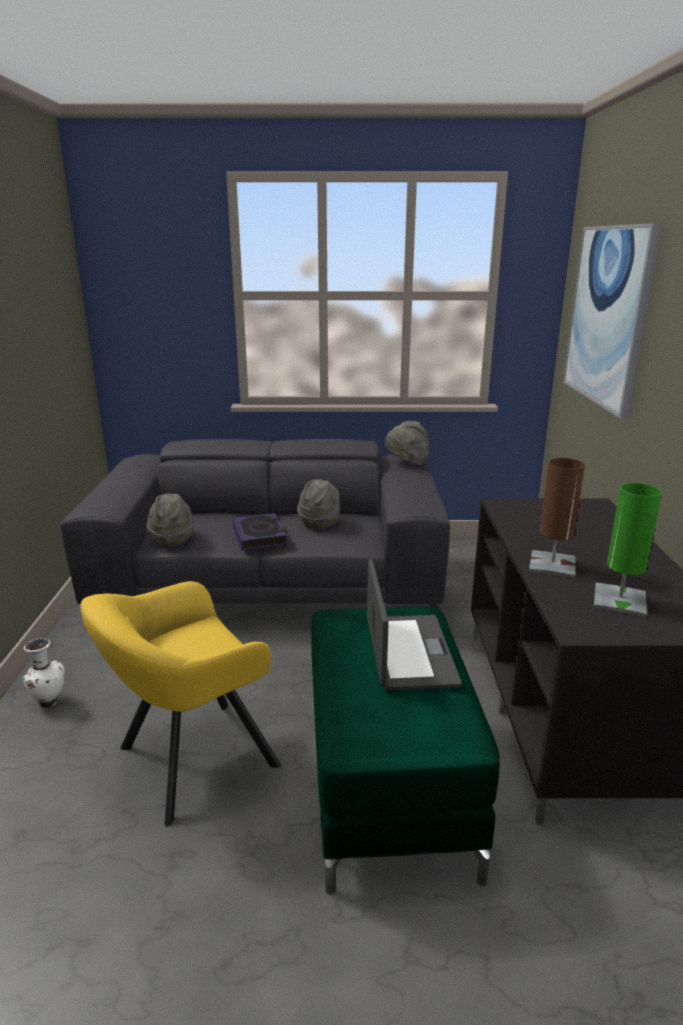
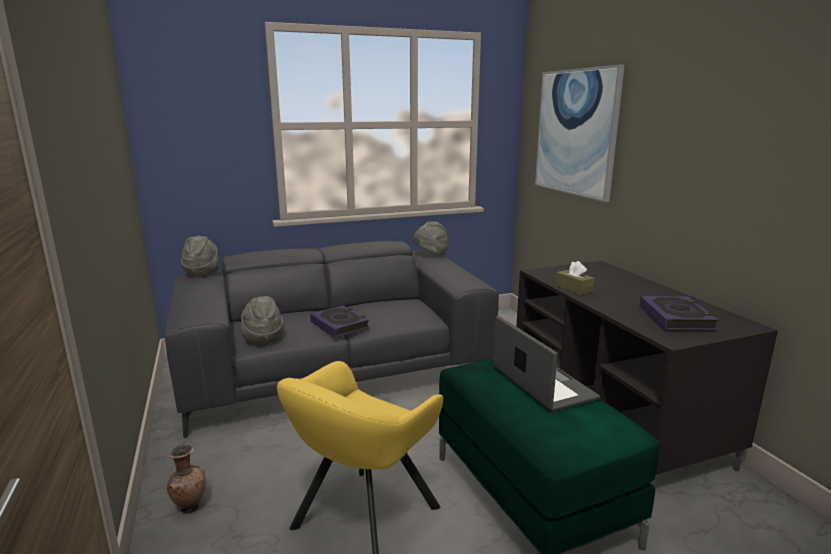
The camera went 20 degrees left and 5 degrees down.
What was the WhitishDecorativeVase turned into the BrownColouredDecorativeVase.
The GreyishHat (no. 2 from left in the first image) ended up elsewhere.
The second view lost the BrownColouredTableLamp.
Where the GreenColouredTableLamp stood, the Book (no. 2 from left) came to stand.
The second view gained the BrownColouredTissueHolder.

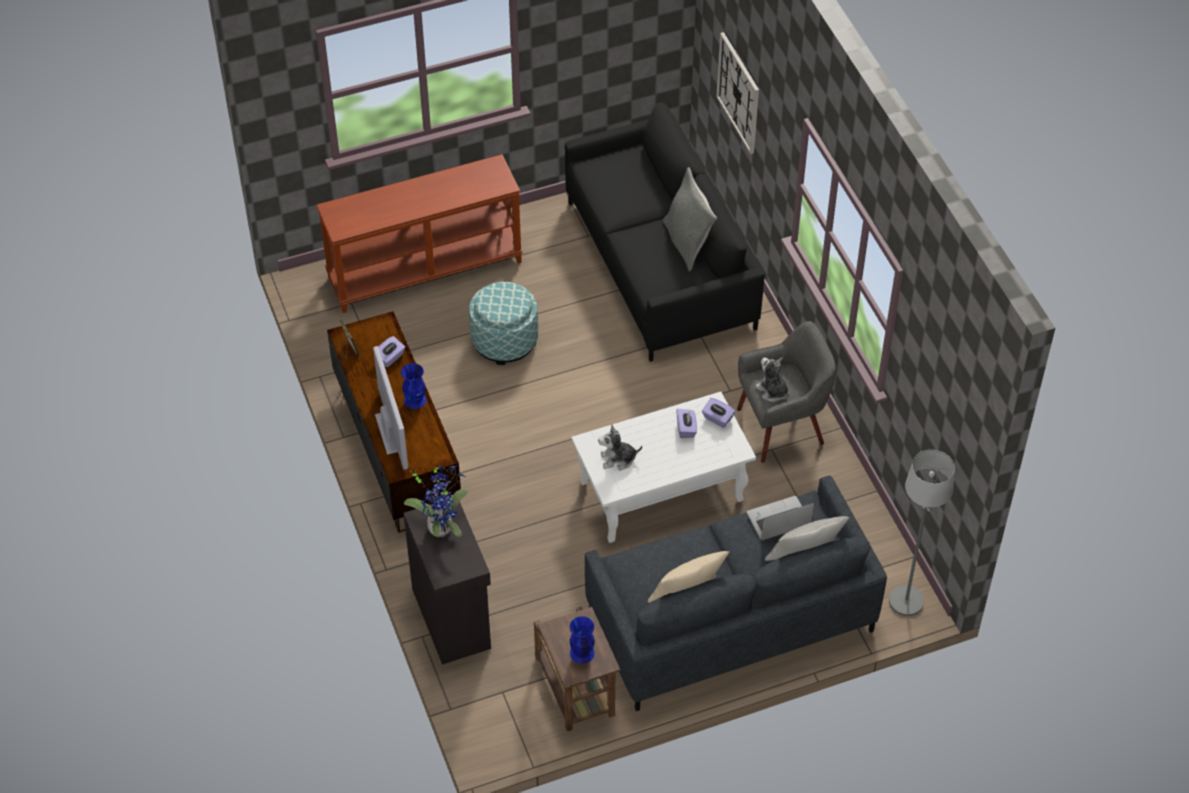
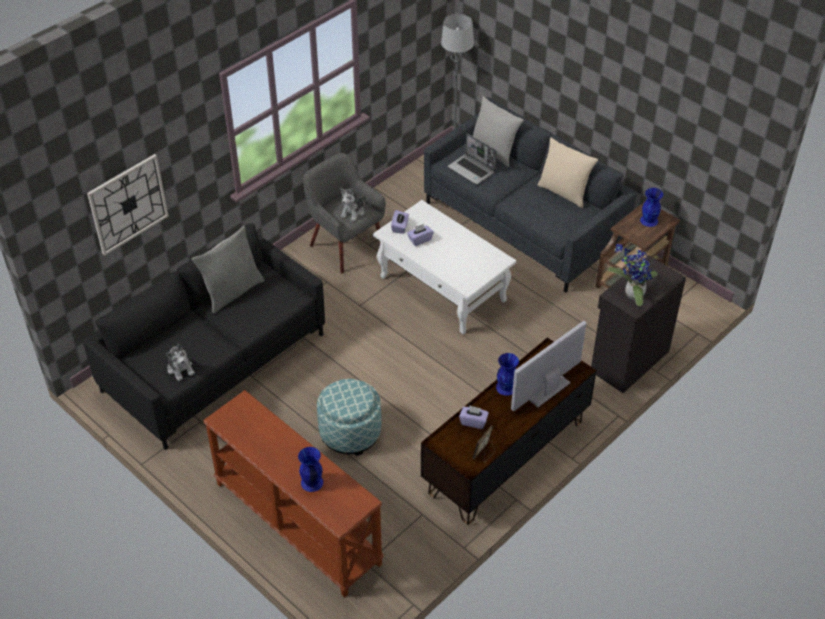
The camera went 115 degrees left and 5 degrees down.
The CuddlyToy (no. 1 from left) ended up elsewhere.
The second view gained the BlueDecorativeVase (no. 1 from left).

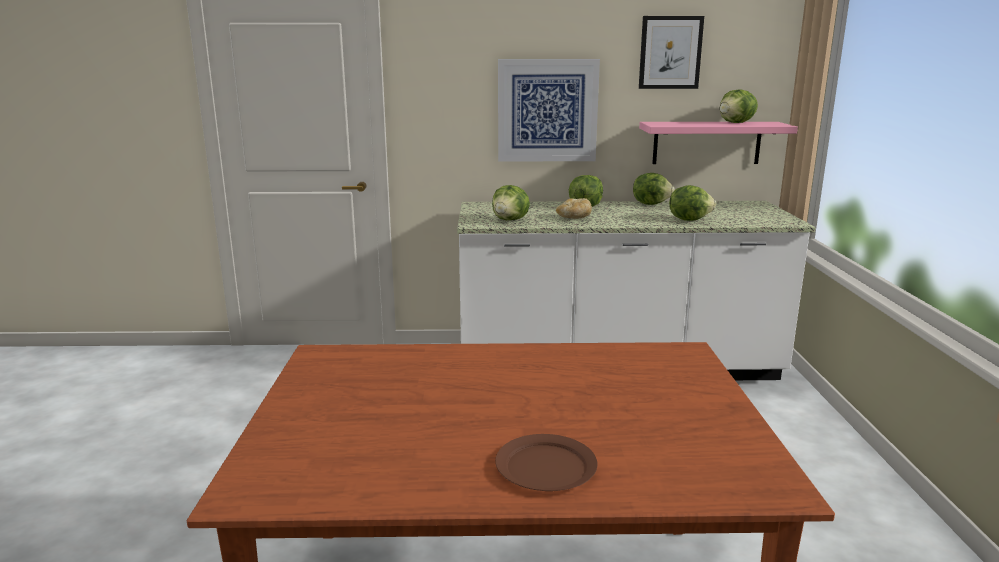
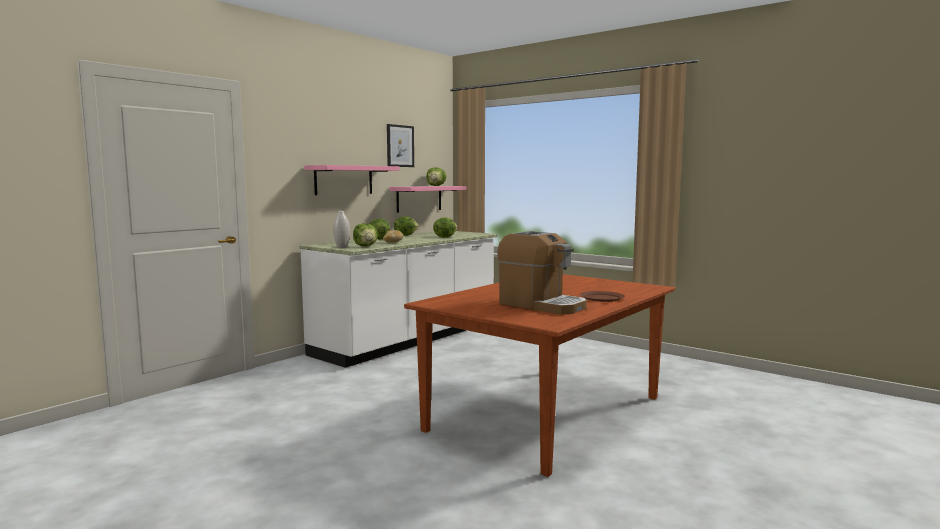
The camera went 50 degrees left and 10 degrees down.
Where the WallPicture (no. 1 from left) hung, the PinkColouredBracketShelf (no. 1 from left) came to hang.
The second view gained the WhitishDecorativeVase.
The second view gained the CoffeeMachine.

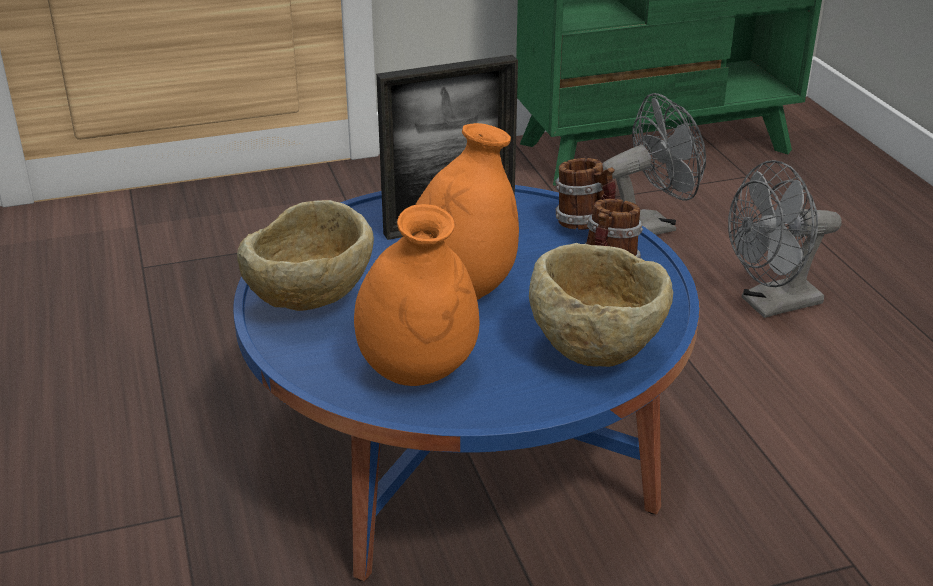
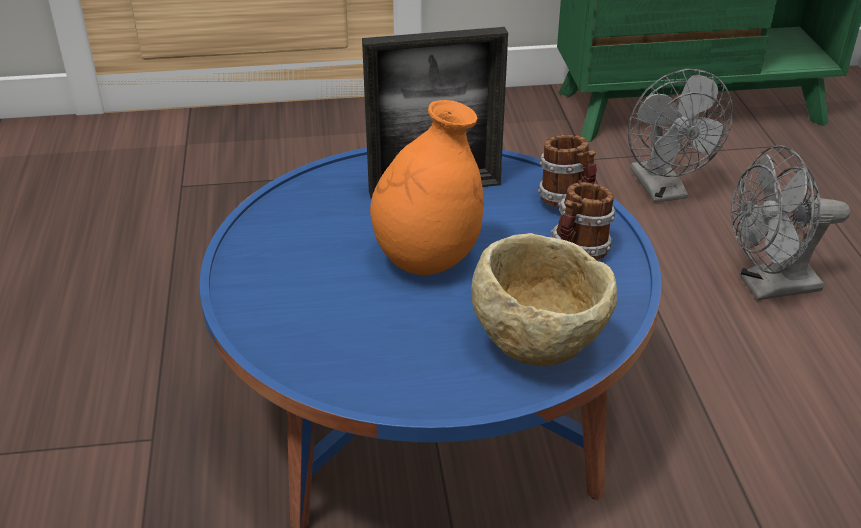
The camera went 10 degrees right and 5 degrees up.
The second view lost the SandColouredServingBowl (no. 1 from left).
The second view lost the OrangeDecorativeVase (no. 1 from left).
The GreyishElectricFan (no. 1 from left) ended up facing another way, 90 degrees clockwise from before.

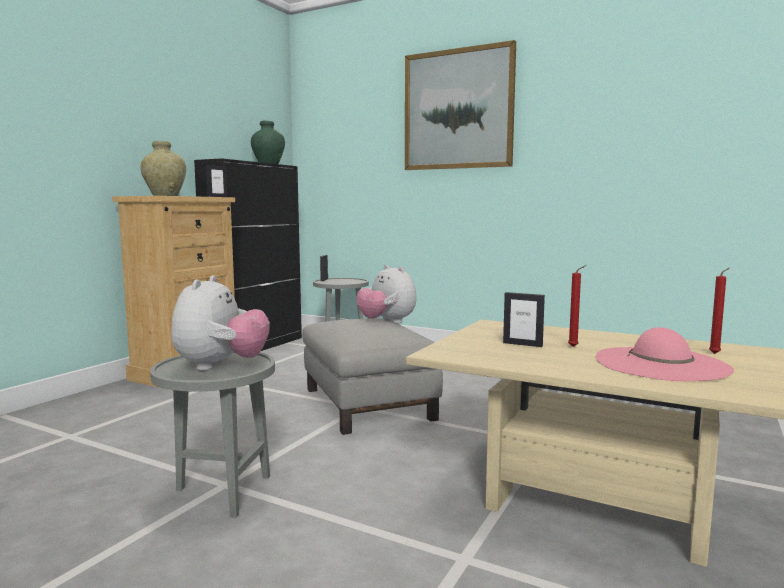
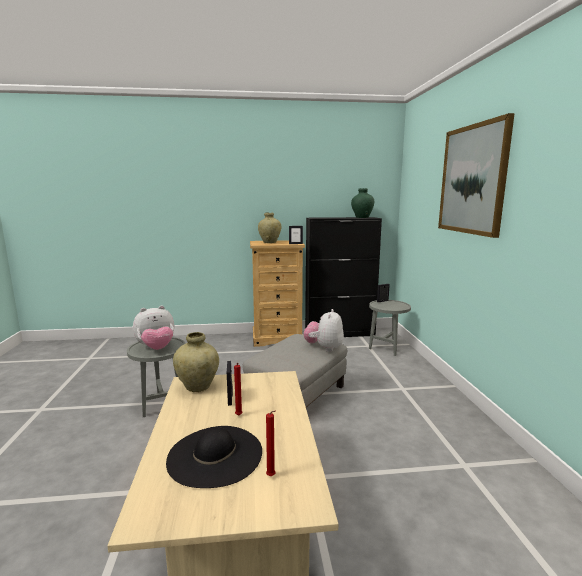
The camera went 55 degrees right and 5 degrees up.
What was the PinkColouredHat turned into the BlackHat.
The second view gained the SandColouredDecorativeVase (no. 1 from left).

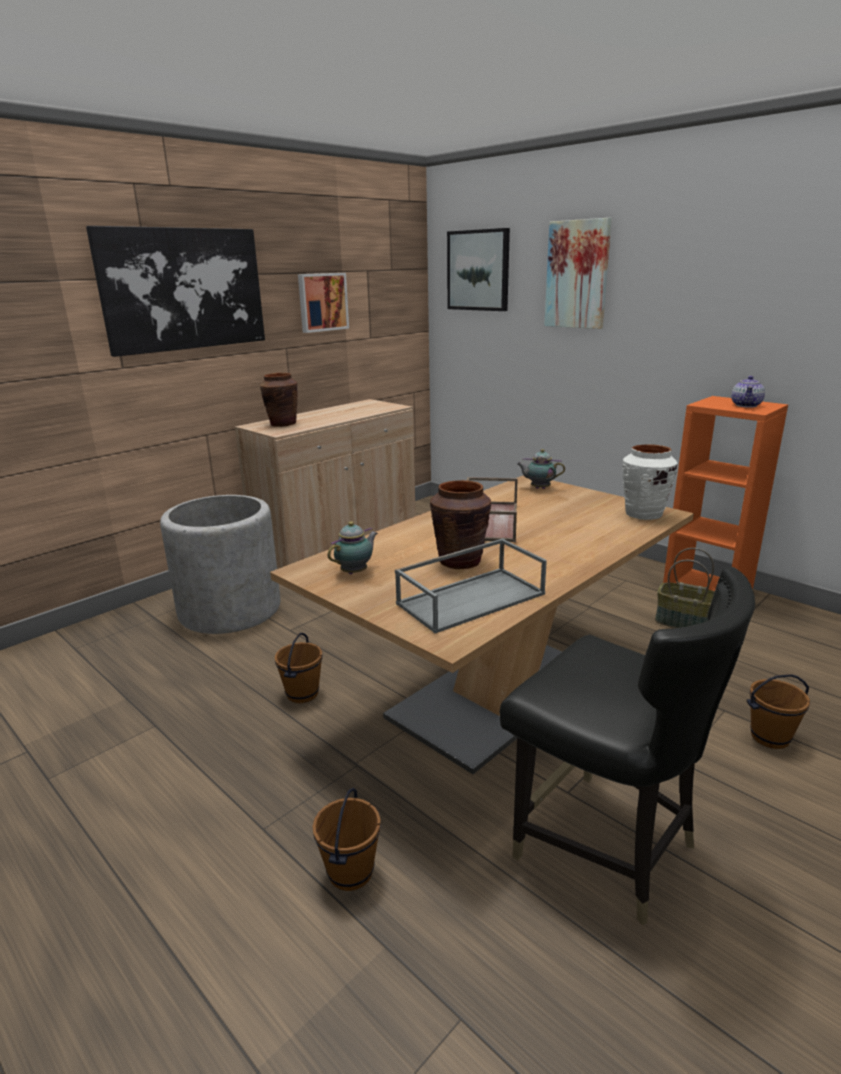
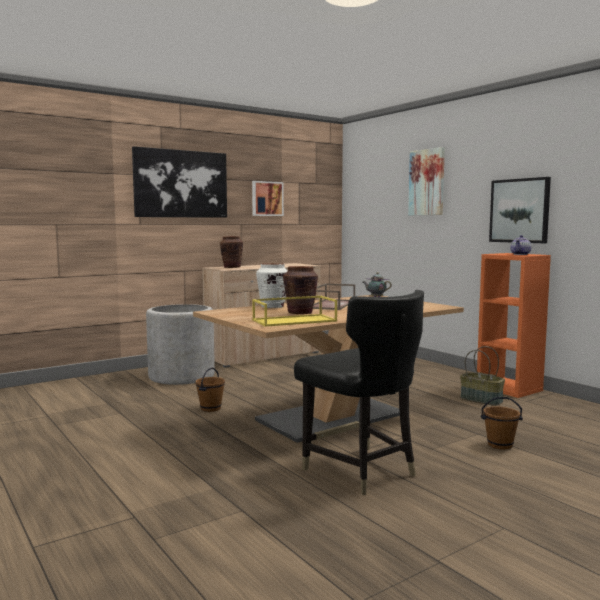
The camera went 10 degrees right and 15 degrees down.
The second view lost the BrownColouredWaterBucket (no. 2 from left).
The second view lost the TeaPot (no. 1 from left).
What was the GreyishServingTray turned into the YellowServingTray.
The WallPicture (no. 3 from left in the first image) ended up elsewhere.
The WhitishDecorativeVase ended up elsewhere.

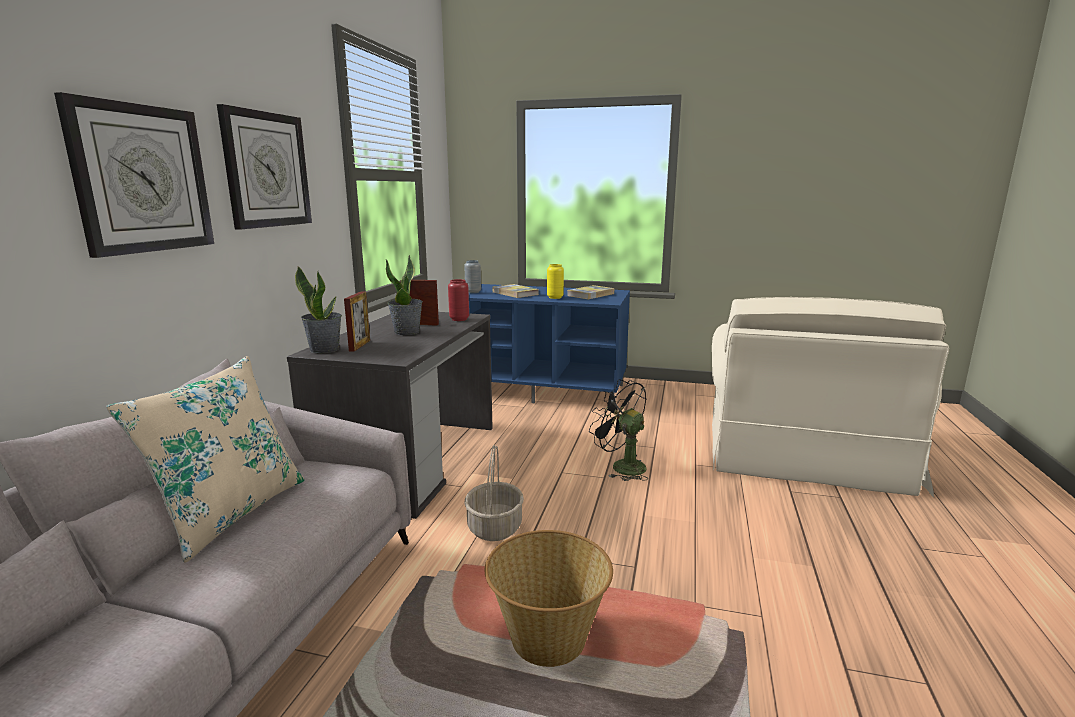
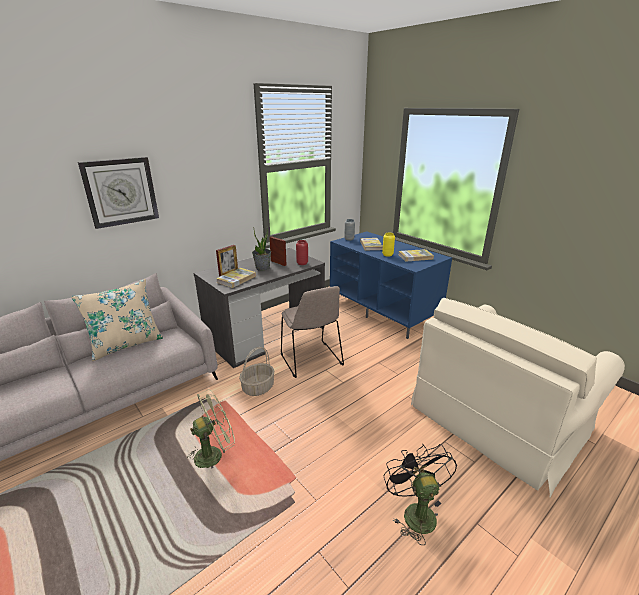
The camera went 35 degrees right and 10 degrees up.
The second view lost the ClockOnTheWall (no. 2 from left).
The second view lost the Houseplant (no. 1 from left).
Where the Basket (no. 2 from left) stood, the GreenColouredElectricFan came to stand.
The BlackElectricFan ended up elsewhere.
The second view gained the Book (no. 1 from left).
The second view gained the SandColouredChair.

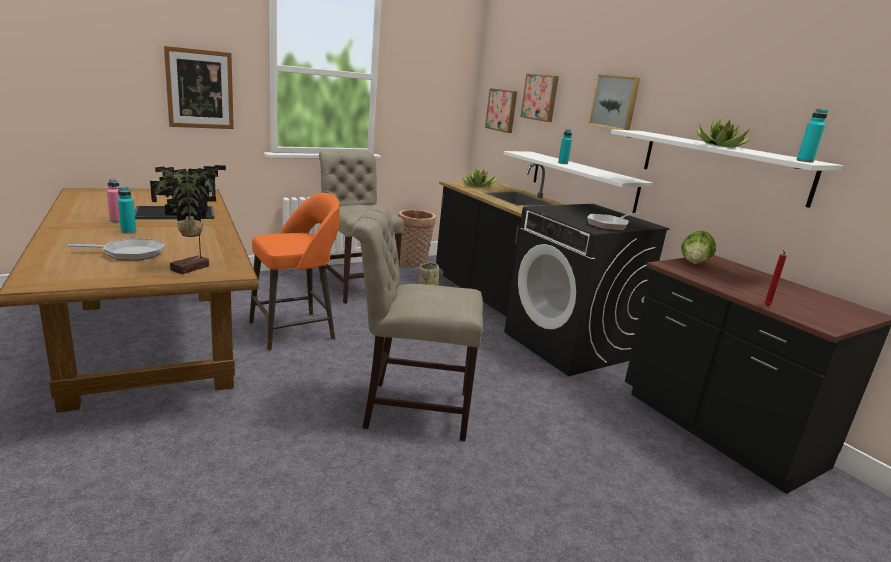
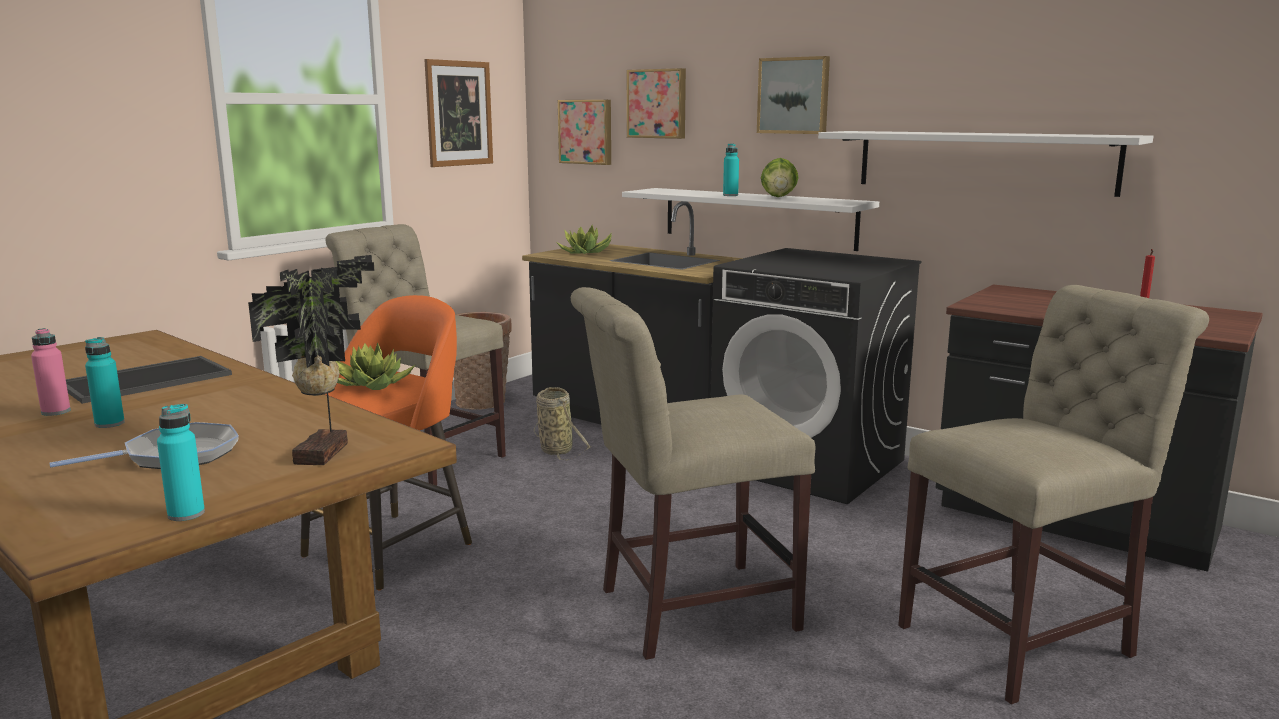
The camera went 20 degrees left and 5 degrees down.
The WallPicture (no. 1 from left) ended up elsewhere.
The second view lost the Skillet (no. 2 from left).
The LettuceHead ended up elsewhere.
The Houseplant (no. 3 from left in the first image) ended up elsewhere.
The BlueGreenBeverageBottle (no. 3 from left in the first image) ended up elsewhere.
The second view gained the SandColouredChair (no. 3 from left).

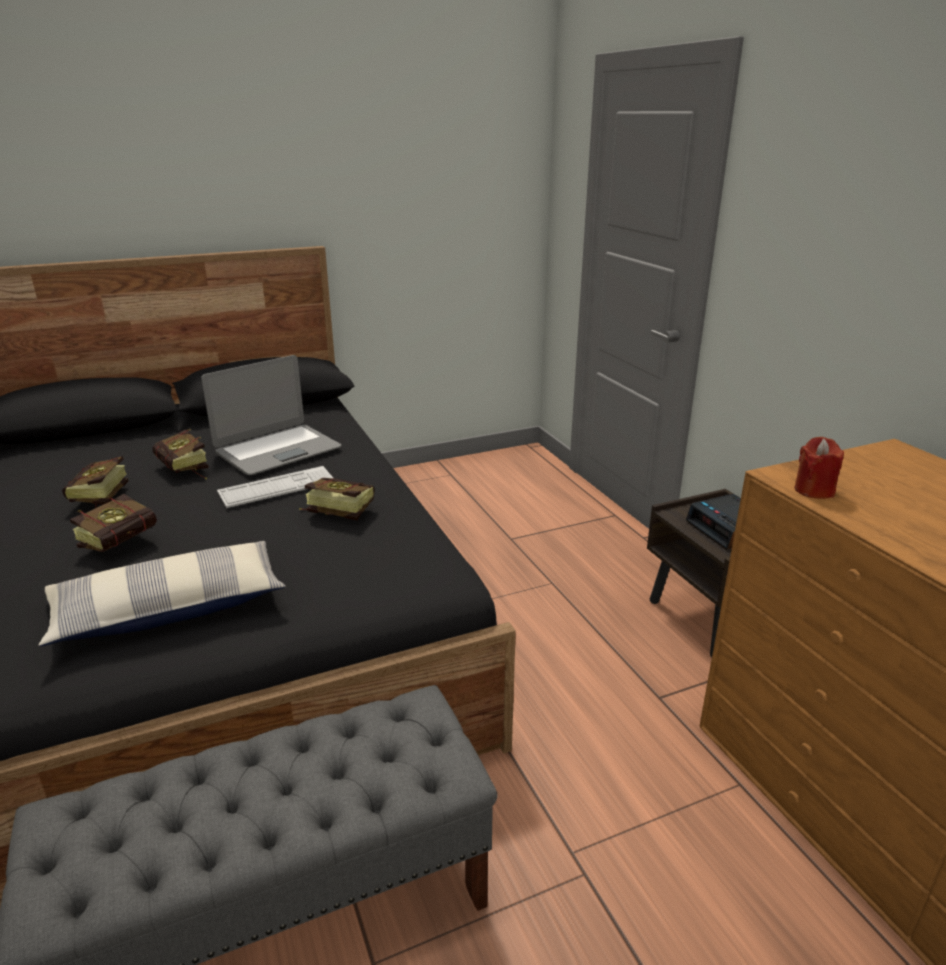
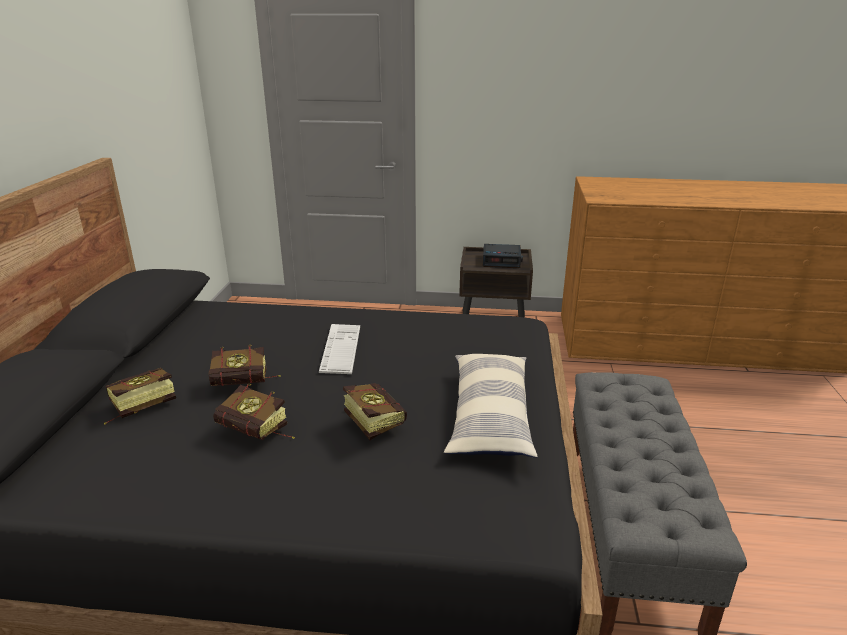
The camera went 60 degrees left and 0 degrees up.
The second view lost the Laptop.
The Book (no. 4 from left in the first image) ended up elsewhere.
The second view lost the RedWaxLight.

